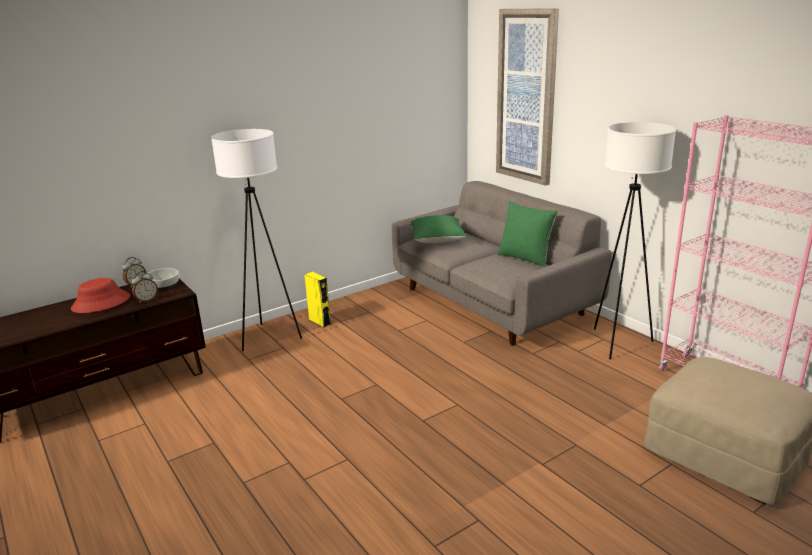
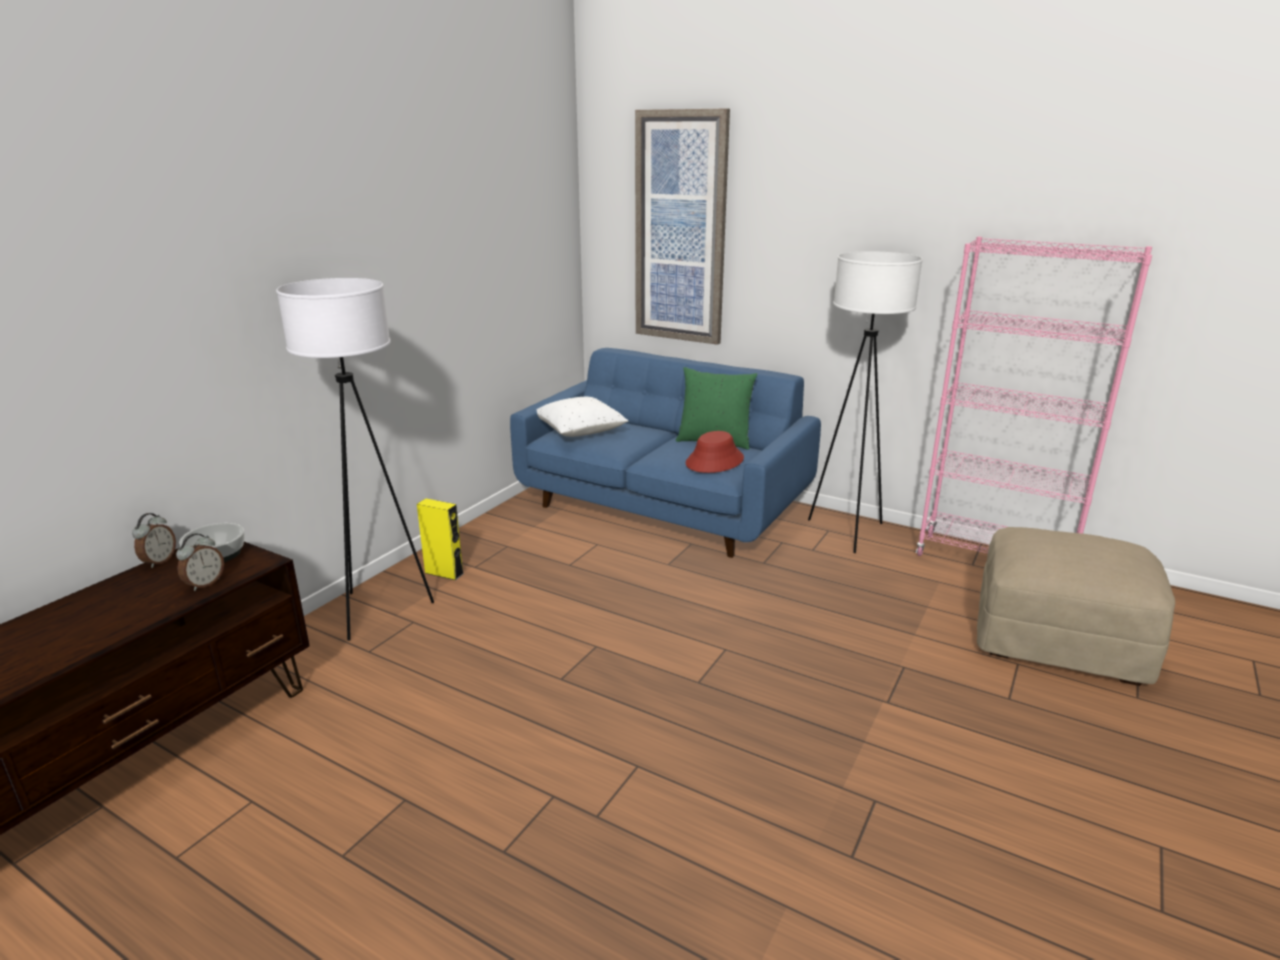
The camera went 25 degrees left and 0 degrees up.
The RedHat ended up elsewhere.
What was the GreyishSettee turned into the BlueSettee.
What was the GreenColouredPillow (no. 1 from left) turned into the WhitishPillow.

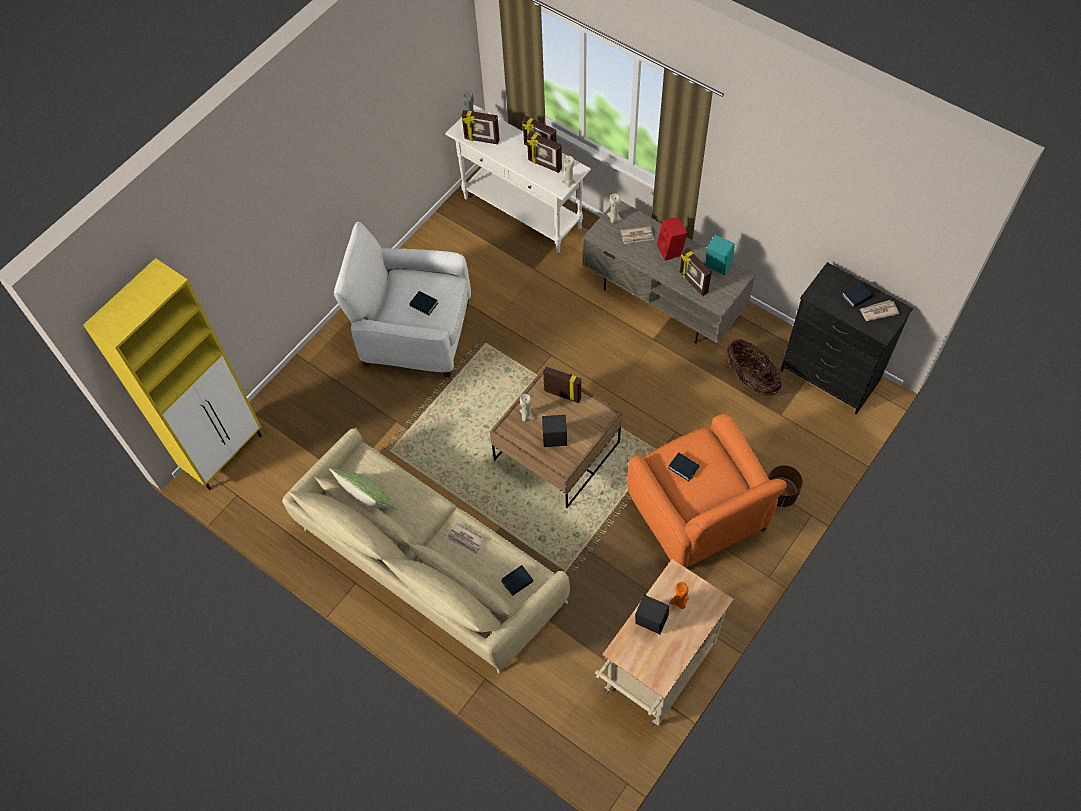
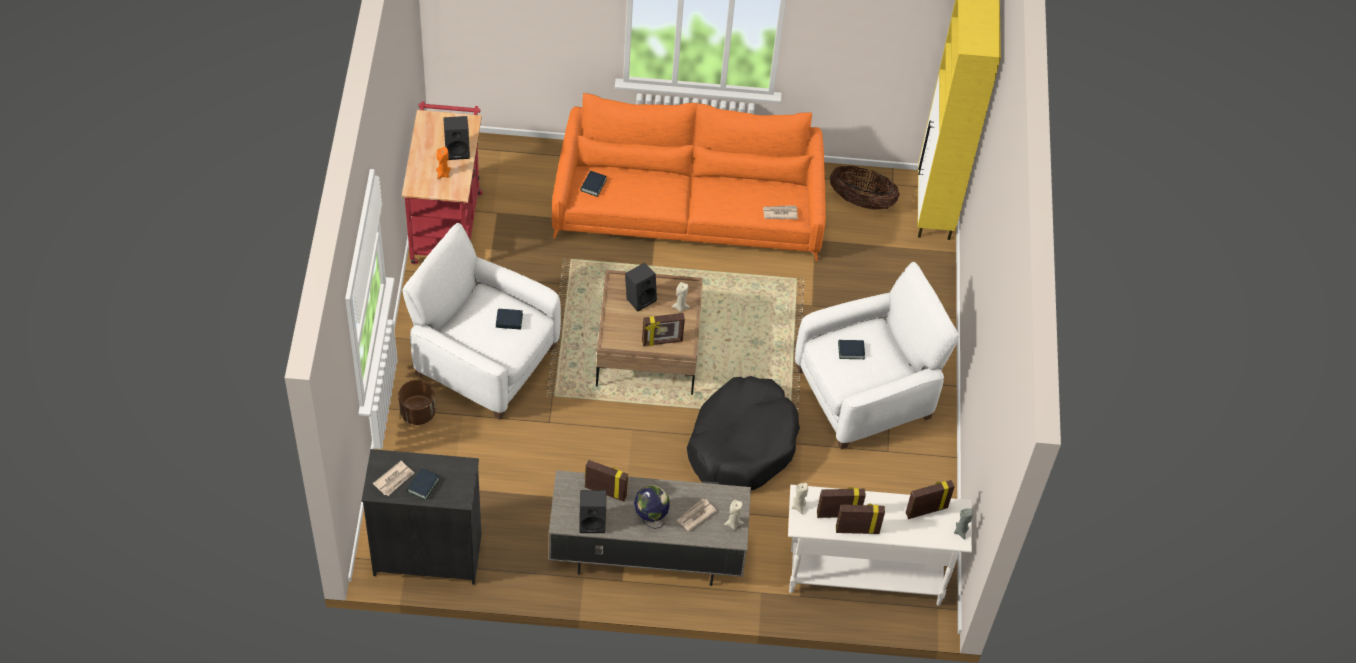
The camera went 140 degrees right and 5 degrees down.
What was the SandColouredSettee turned into the OrangeSettee.
The second view lost the Pillow.
The Newspaper (no. 1 from left in the first image) ended up elsewhere.
What was the SandColouredCart turned into the RedCart.
What was the OrangeEasyChair turned into the WhitishEasyChair (no. 1 from left).
Where the RedAudioSpeaker stood, the WorldGlobe came to stand.
What was the BlueGreenAudioSpeaker turned into the BlackAudioSpeaker (no. 2 from left).
The Basket ended up elsewhere.
The second view gained the BlackDogCushion.

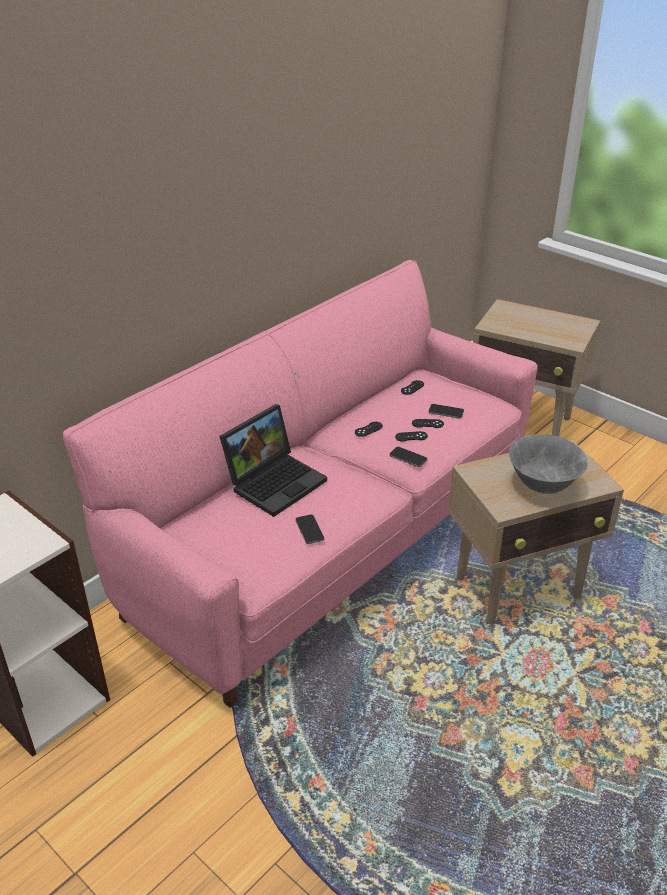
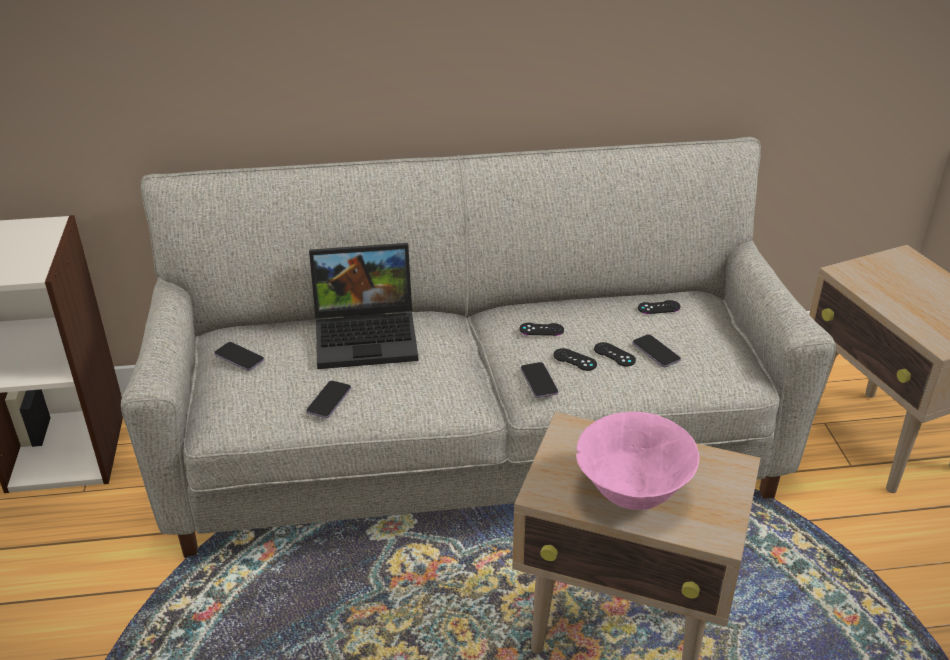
The camera went 40 degrees right and 0 degrees up.
What was the PinkColouredSettee turned into the GreyishSettee.
What was the GreyishServingBowl turned into the PinkColouredServingBowl.
The second view gained the Telephone (no. 1 from left).

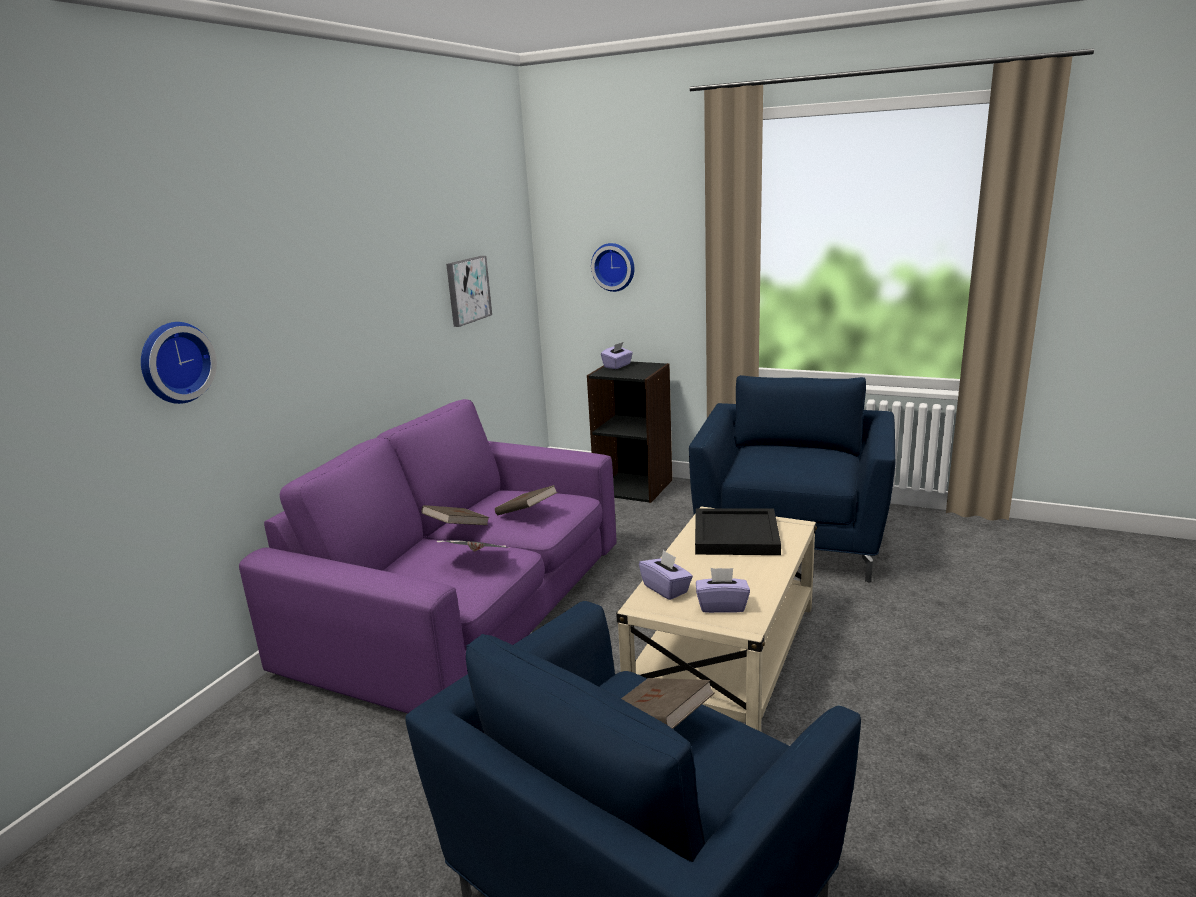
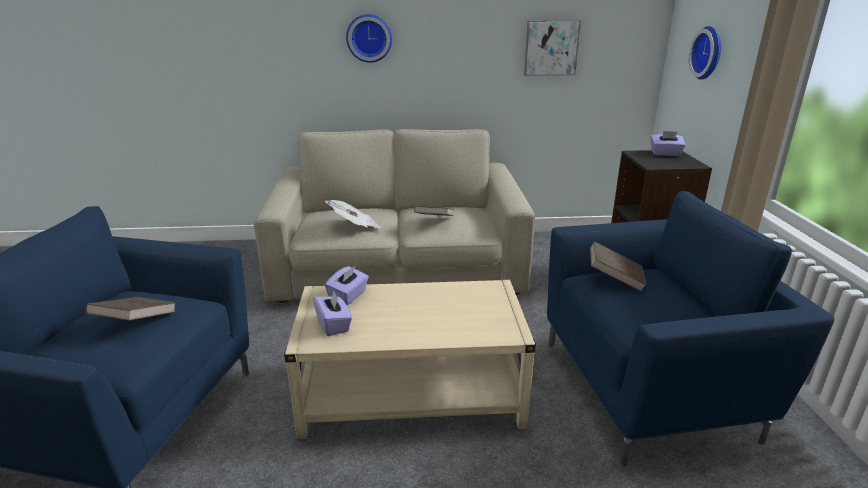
The camera went 60 degrees right and 5 degrees up.
The ClockOnTheWall (no. 1 from left) ended up elsewhere.
What was the PurpleSettee turned into the SandColouredSettee.
The BrownColouredBook (no. 1 from left in the first image) ended up elsewhere.
The second view lost the BlackServingTray.

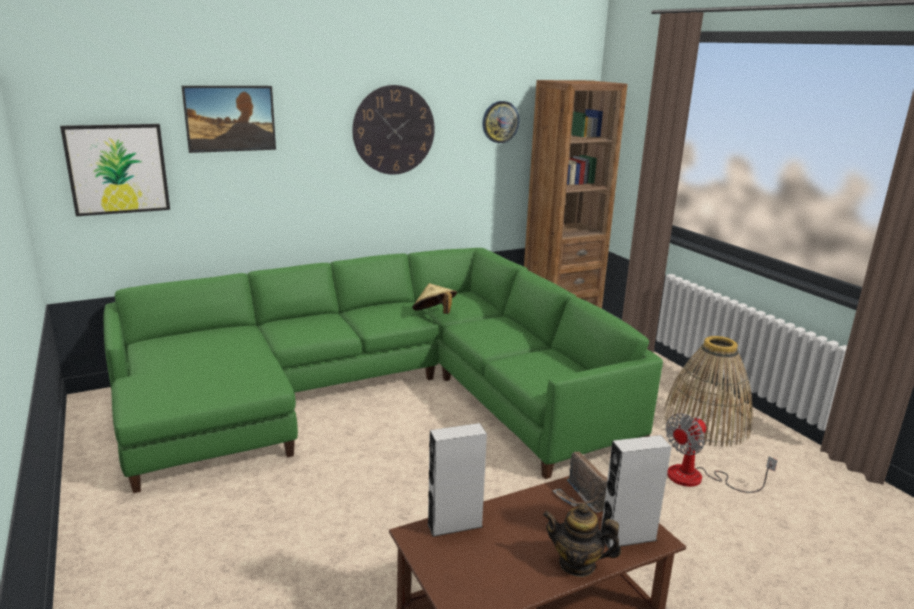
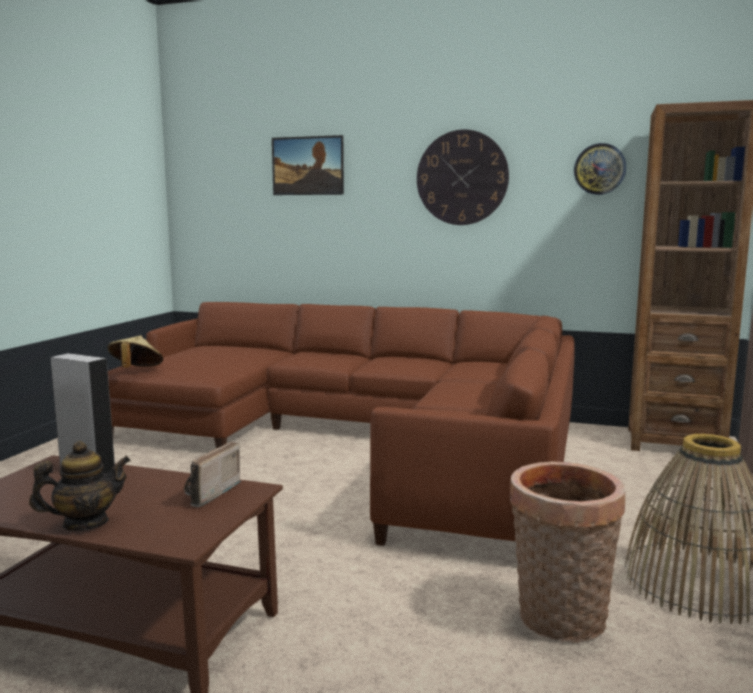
The camera went 45 degrees right and 10 degrees down.
The second view lost the WallPicture (no. 1 from left).
What was the GreenColouredSettee turned into the BrownColouredSettee.
The SandColouredHat ended up elsewhere.
The TeaPot ended up facing another way, 90 degrees clockwise from before.
The second view lost the GreyishAudioSpeaker (no. 2 from left).
Where the ElectricFan stood, the Basket (no. 1 from left) came to stand.

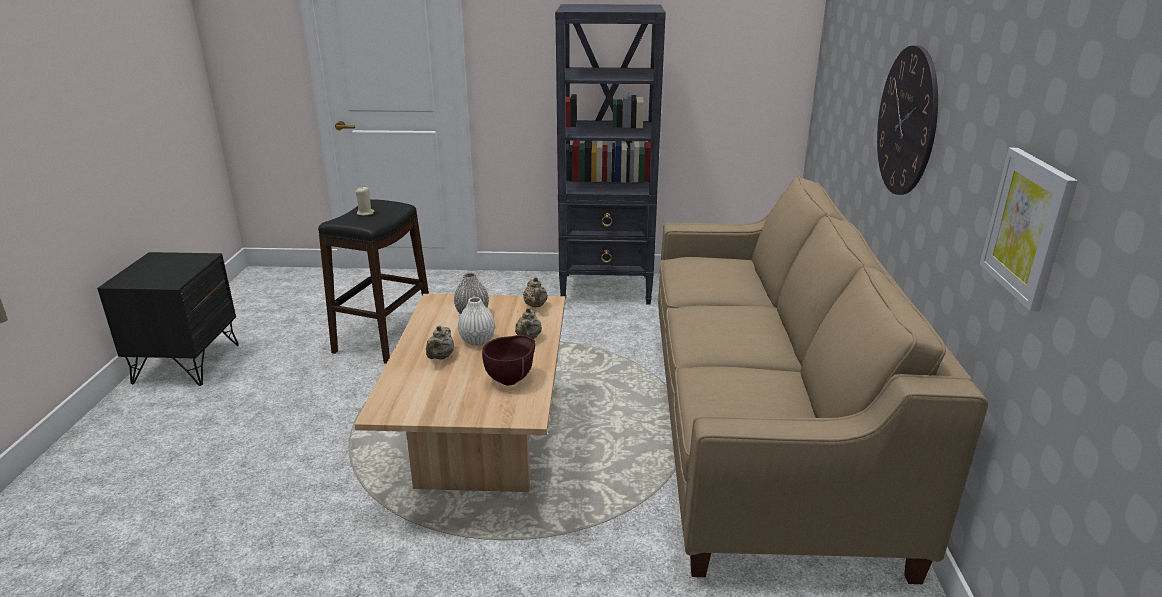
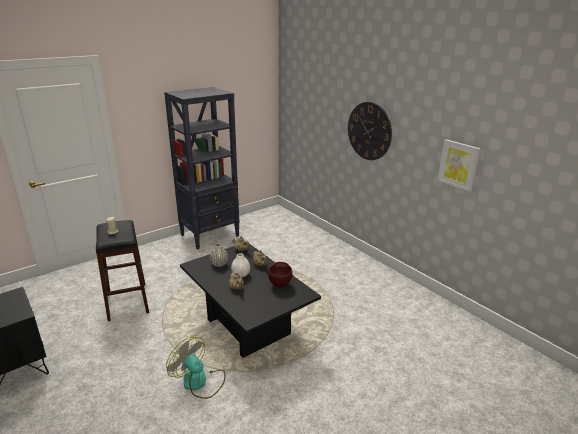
The camera went 40 degrees left and 0 degrees up.
What was the SandColouredLoungeTable turned into the BlackLoungeTable.
The second view lost the SandColouredSettee.
The second view gained the ElectricFan.

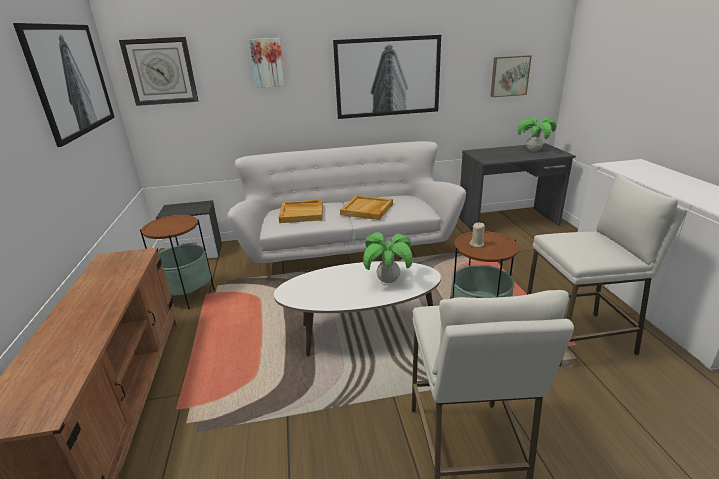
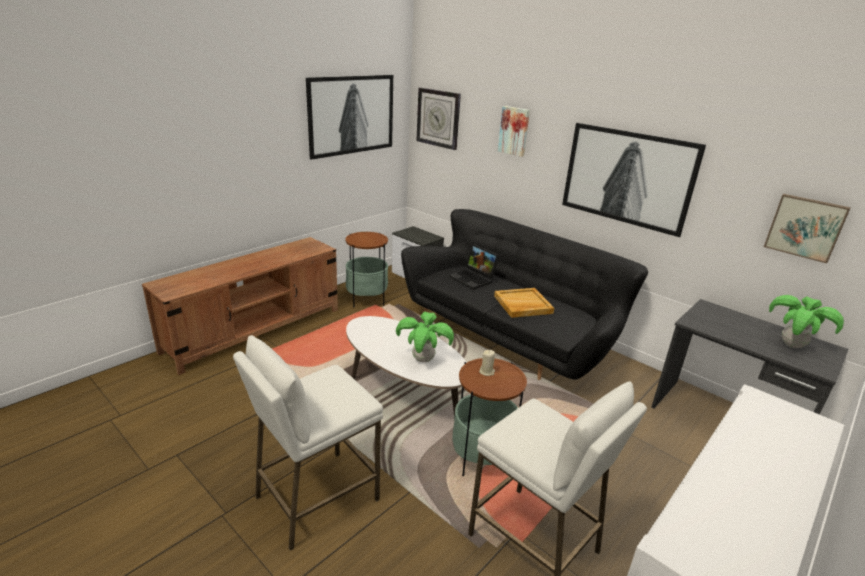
The camera went 50 degrees right and 0 degrees up.
What was the WhitishSettee turned into the BlackSettee.
Where the SandColouredServingTray (no. 1 from left) stood, the Laptop came to stand.

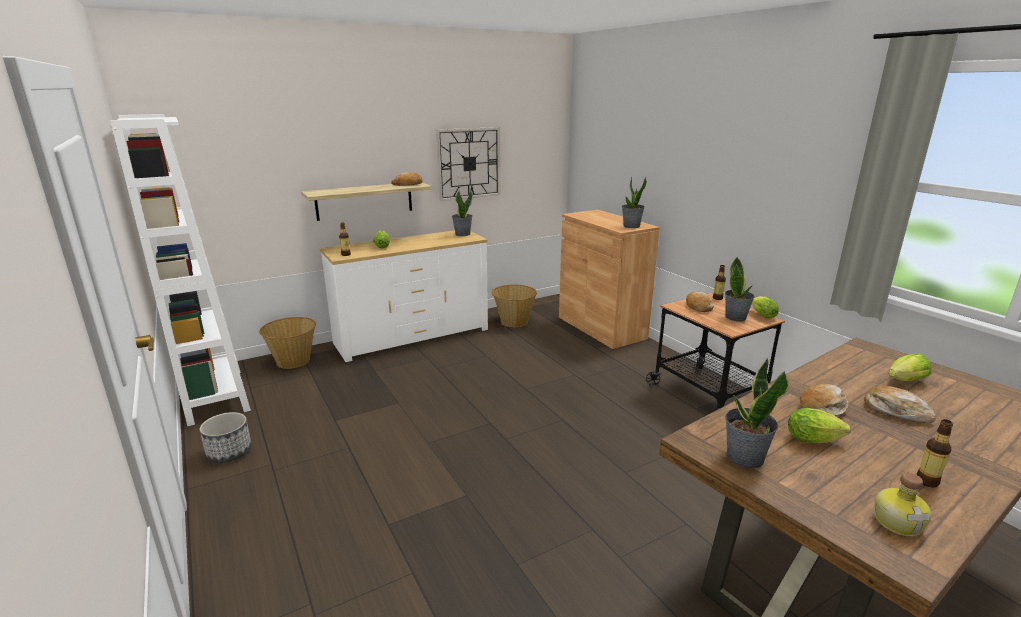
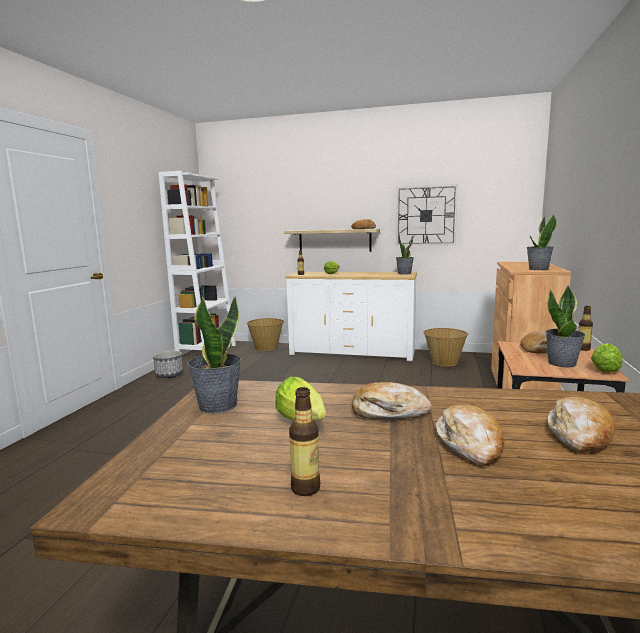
The camera went 45 degrees right and 10 degrees down.
The second view lost the BeverageBottle (no. 3 from left).
Where the LettuceHead (no. 4 from left) stood, the Bread (no. 5 from left) came to stand.

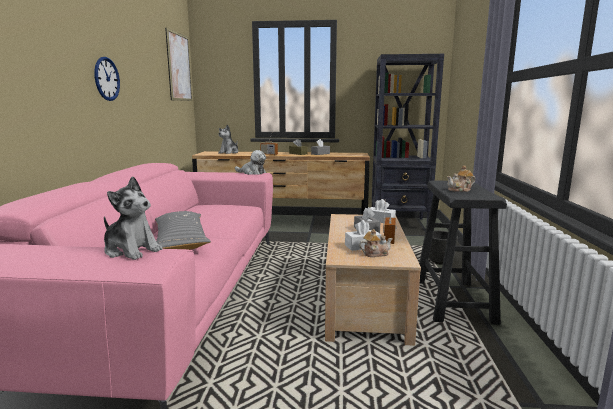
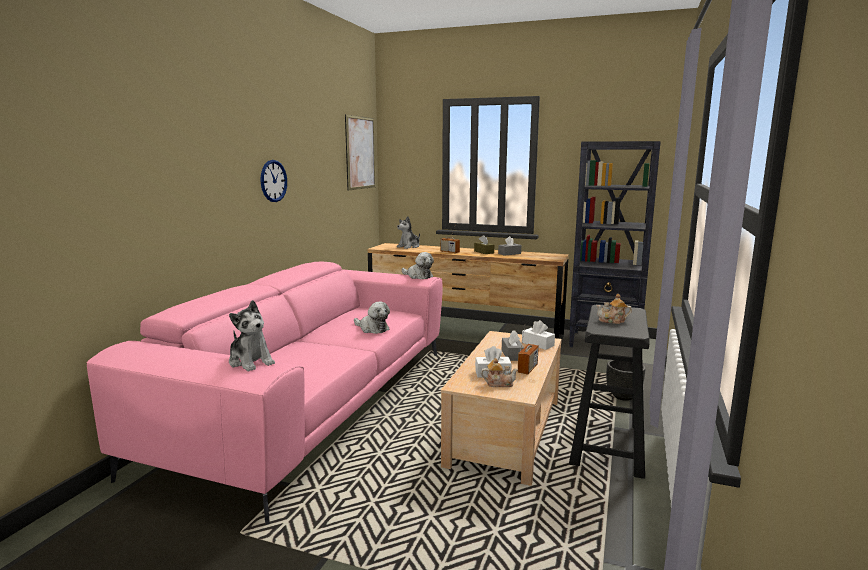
The camera went 15 degrees right and 0 degrees up.
The second view lost the GreyishPillow.
The second view gained the CuddlyToy (no. 2 from left).

